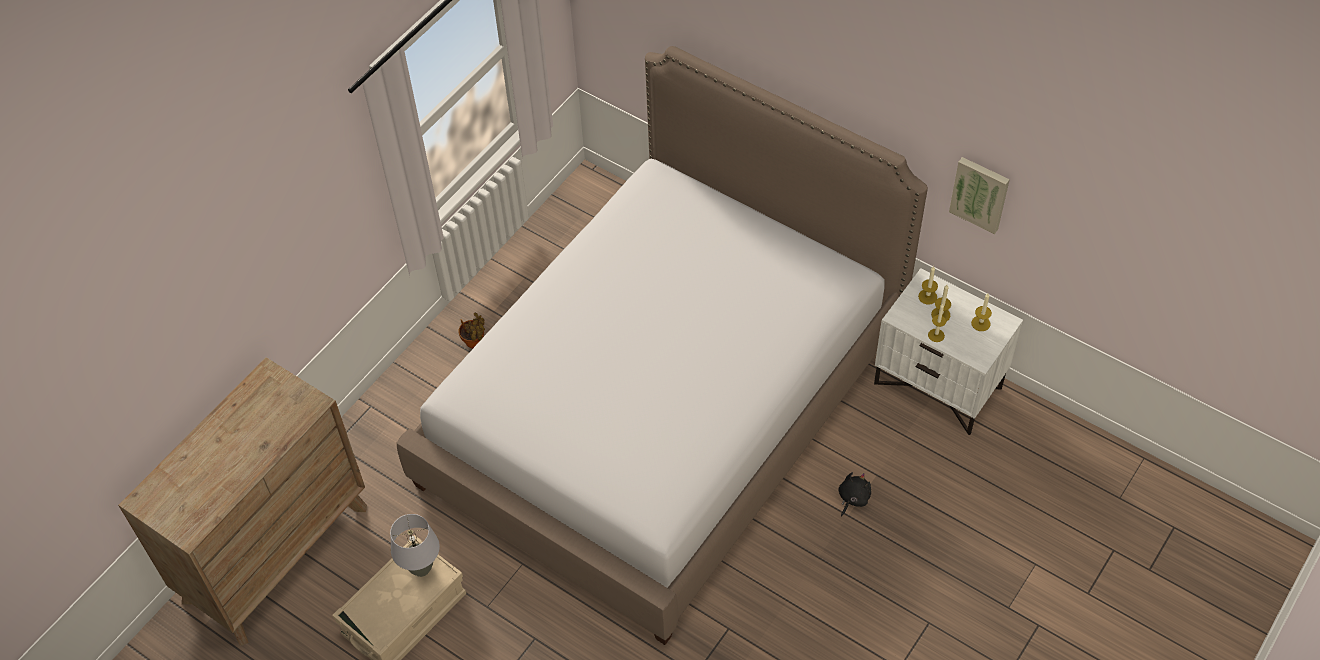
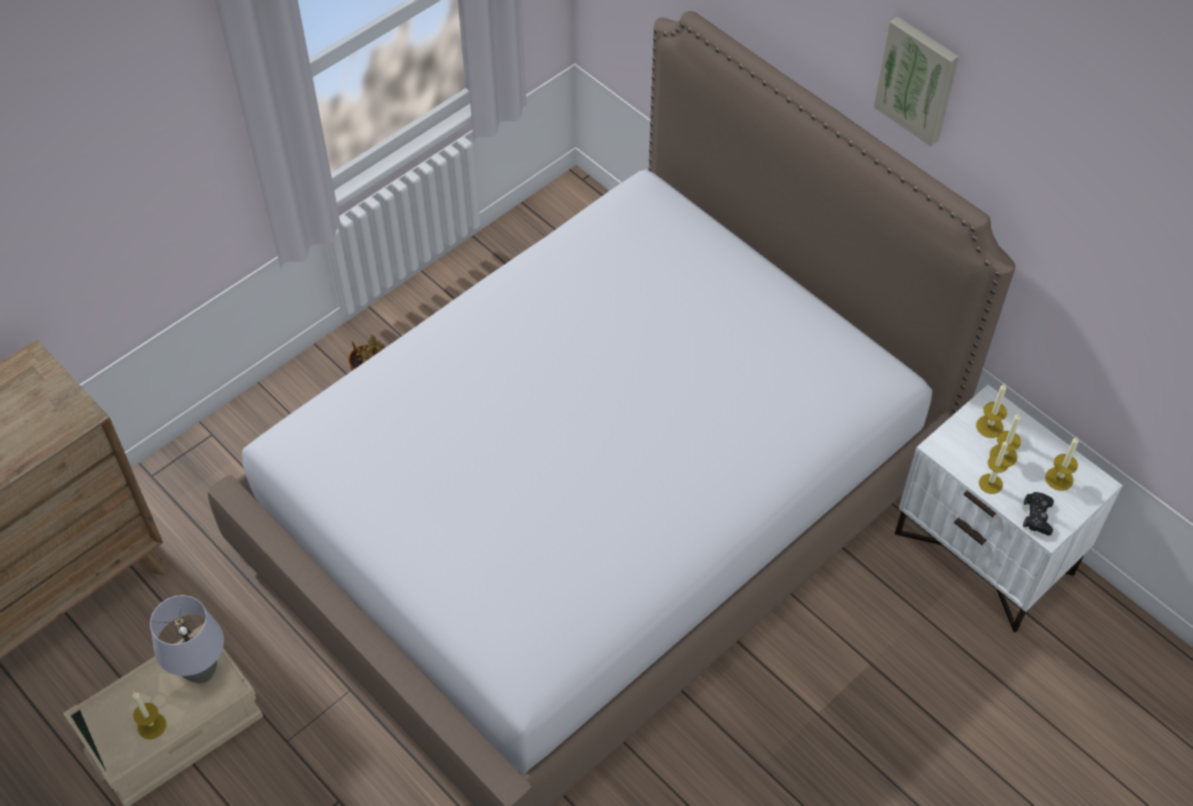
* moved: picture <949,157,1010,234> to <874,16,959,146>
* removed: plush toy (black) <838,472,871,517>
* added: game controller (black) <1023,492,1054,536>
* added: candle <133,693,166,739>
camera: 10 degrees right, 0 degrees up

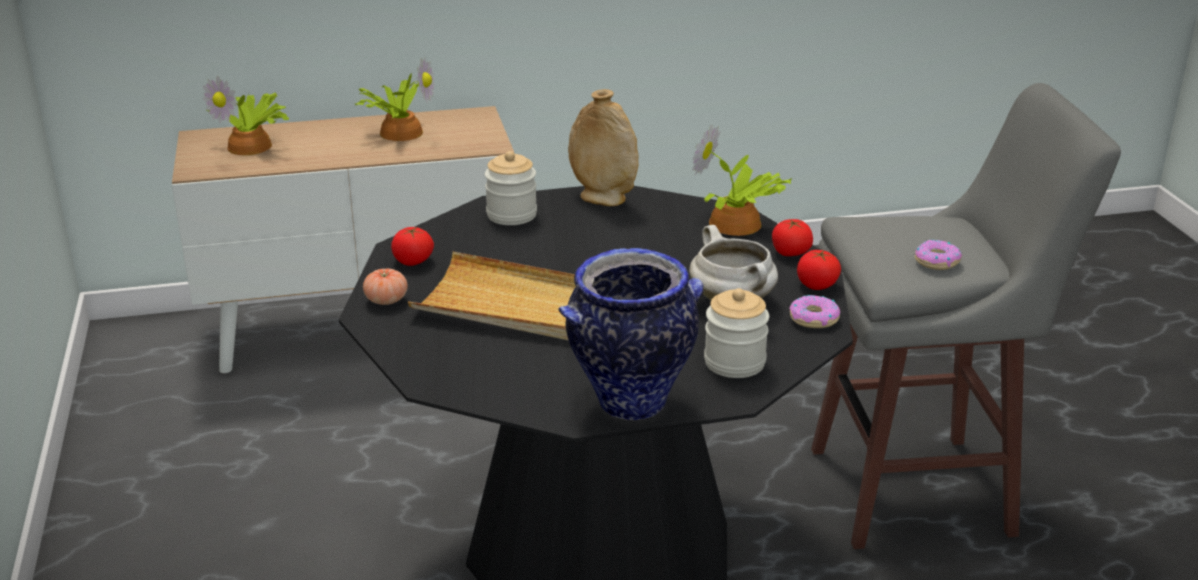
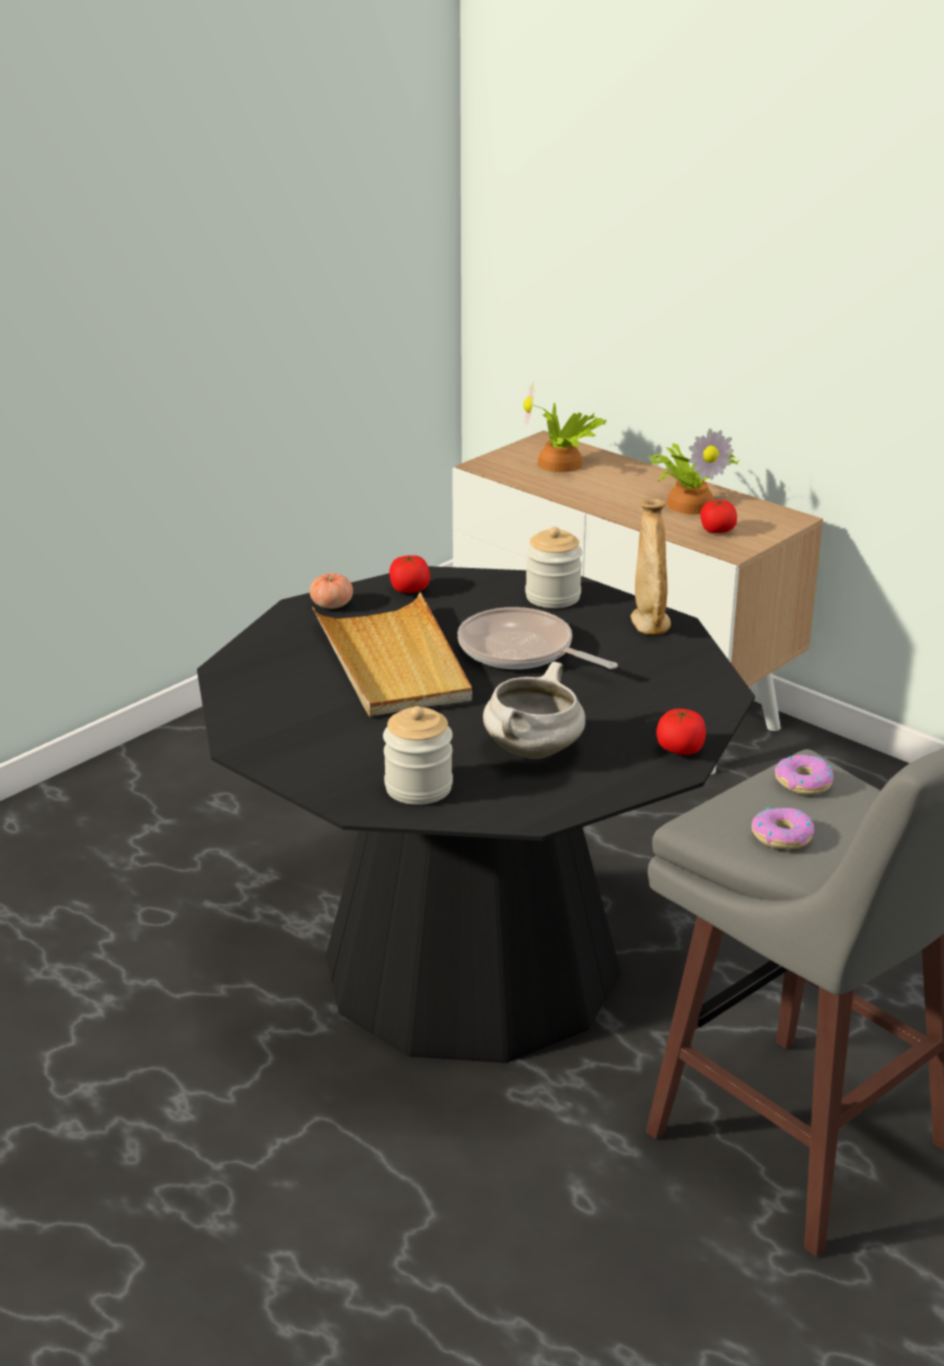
* removed: potted plant <692,124,792,236>
* removed: vase <558,248,704,420>
* moved: tomato <797,250,841,290> to <701,500,737,533>
* moved: donut <789,295,840,328> to <774,755,833,795>
* added: frying pan <458,607,617,669>
camera: 55 degrees right, 0 degrees up

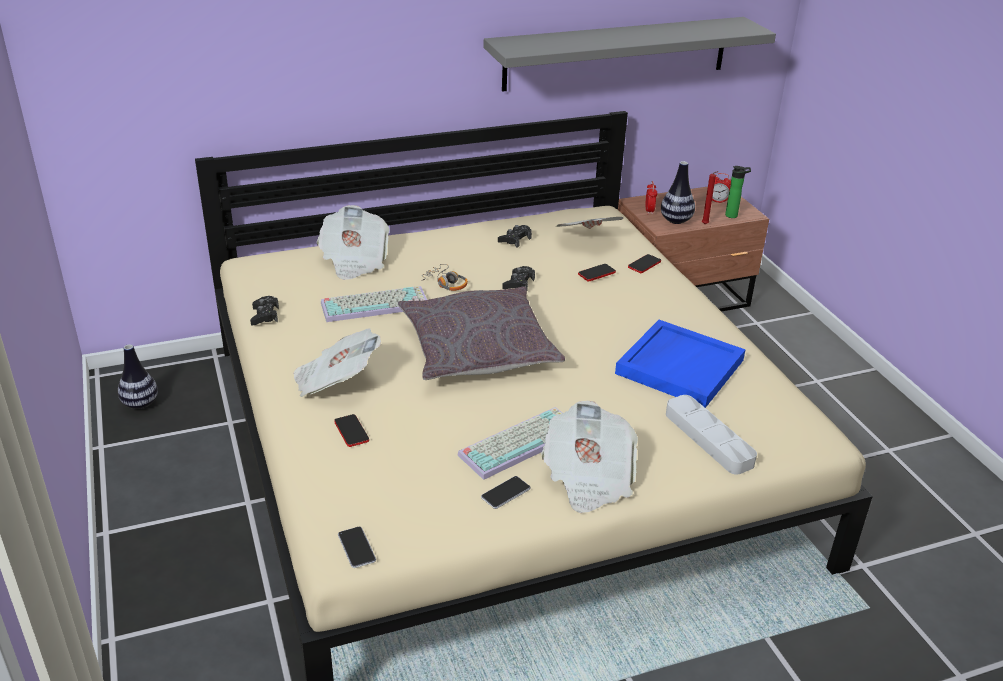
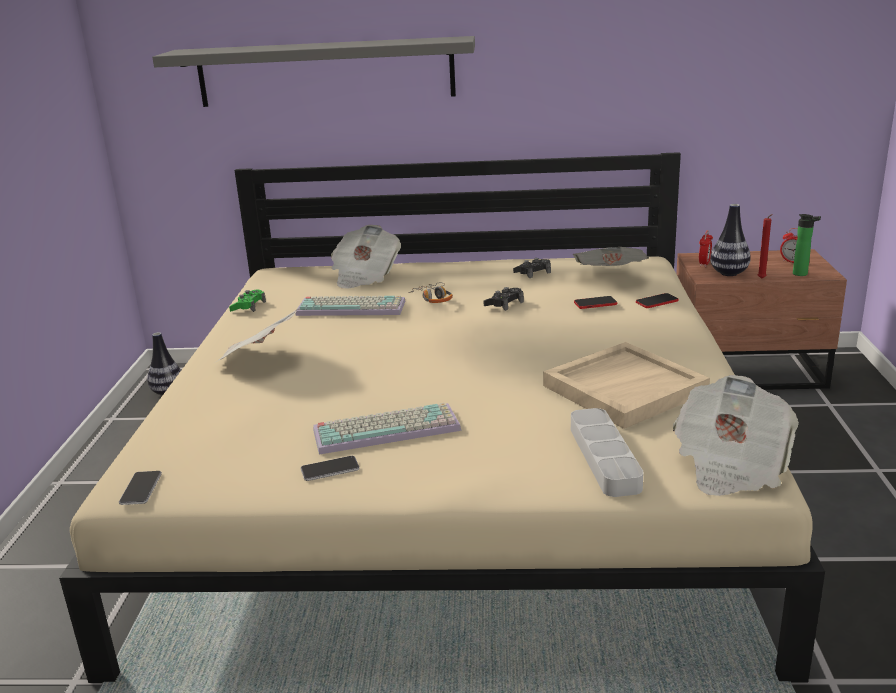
* moved: shelf (grey) <483,17,776,92> to <152,36,475,107>
* removed: pillow (grey) <398,286,565,380>
* recoloured: game controller (black) <250,296,279,326> to game controller (green) <229,290,266,312>
* recoloured: tray (blue) <615,320,746,408> to tray (beige) <543,342,710,429>
* moved: newspaper <542,401,638,513> to <673,375,799,496>
* removed: phone <334,414,369,447>
camera: 25 degrees right, 10 degrees down

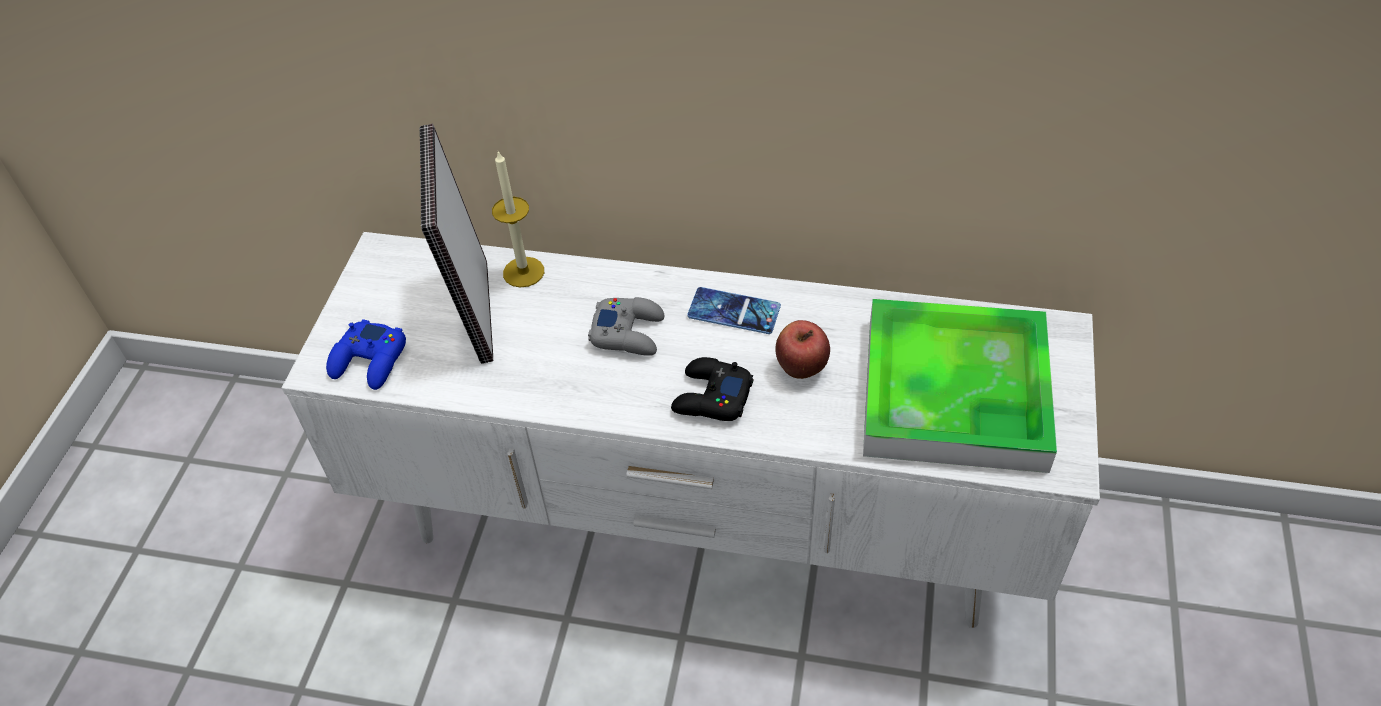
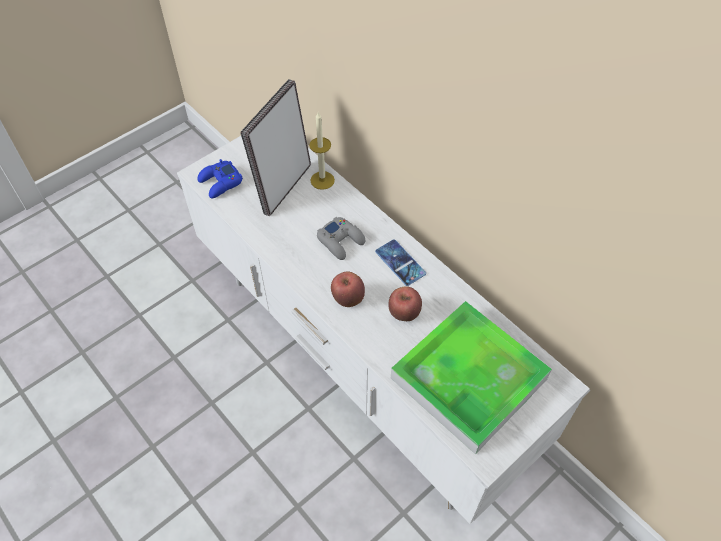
* replaced: game controller (black) <671,357,753,421> to apple <331,271,365,307>
camera: 35 degrees right, 5 degrees up

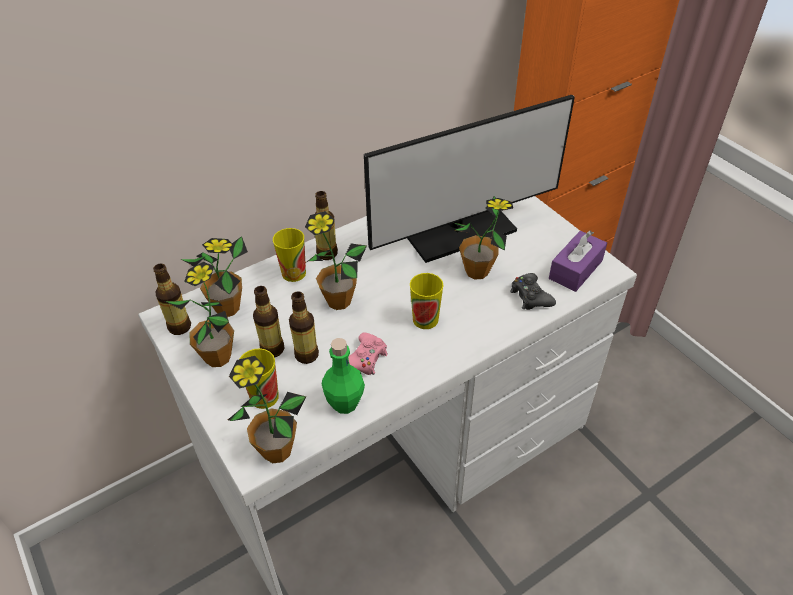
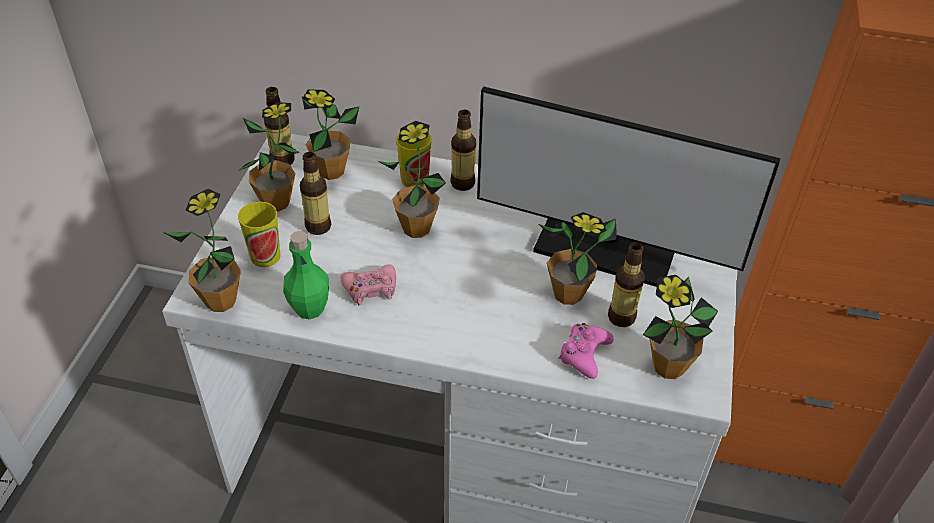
* replaced: tissue box (purple) <549,231,607,292> to potted plant <643,275,718,379>
* removed: cup <410,273,443,329>
* recoloured: game controller (black) <510,273,556,310> to game controller (pink) <559,323,614,379>
* moved: bottle <289,291,319,364> to <608,242,645,327>
camera: 45 degrees right, 0 degrees up

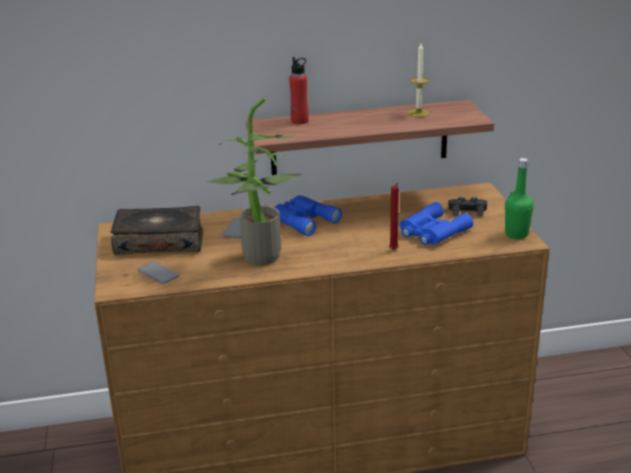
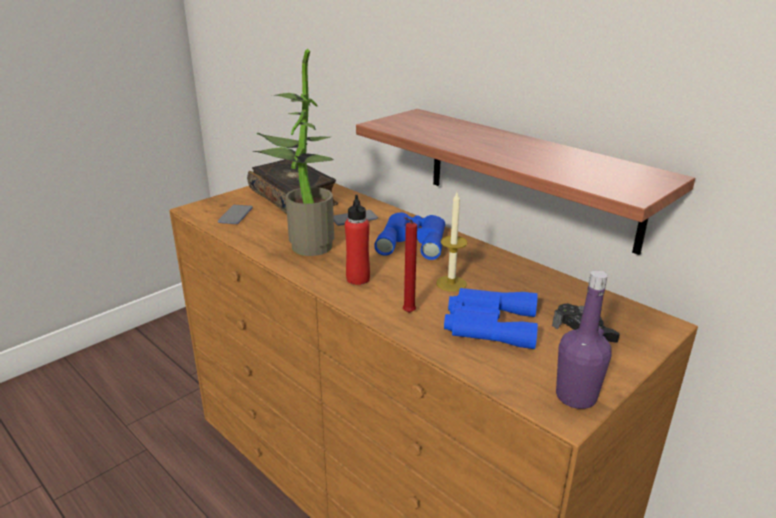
* moved: candle <408,43,430,117> to <436,192,467,292>
* moved: bottle (red) <289,57,309,124> to <345,195,370,285>
* recoloured: bottle (green) <505,158,534,239> to bottle (purple) <556,270,612,409>
camera: 55 degrees right, 0 degrees up

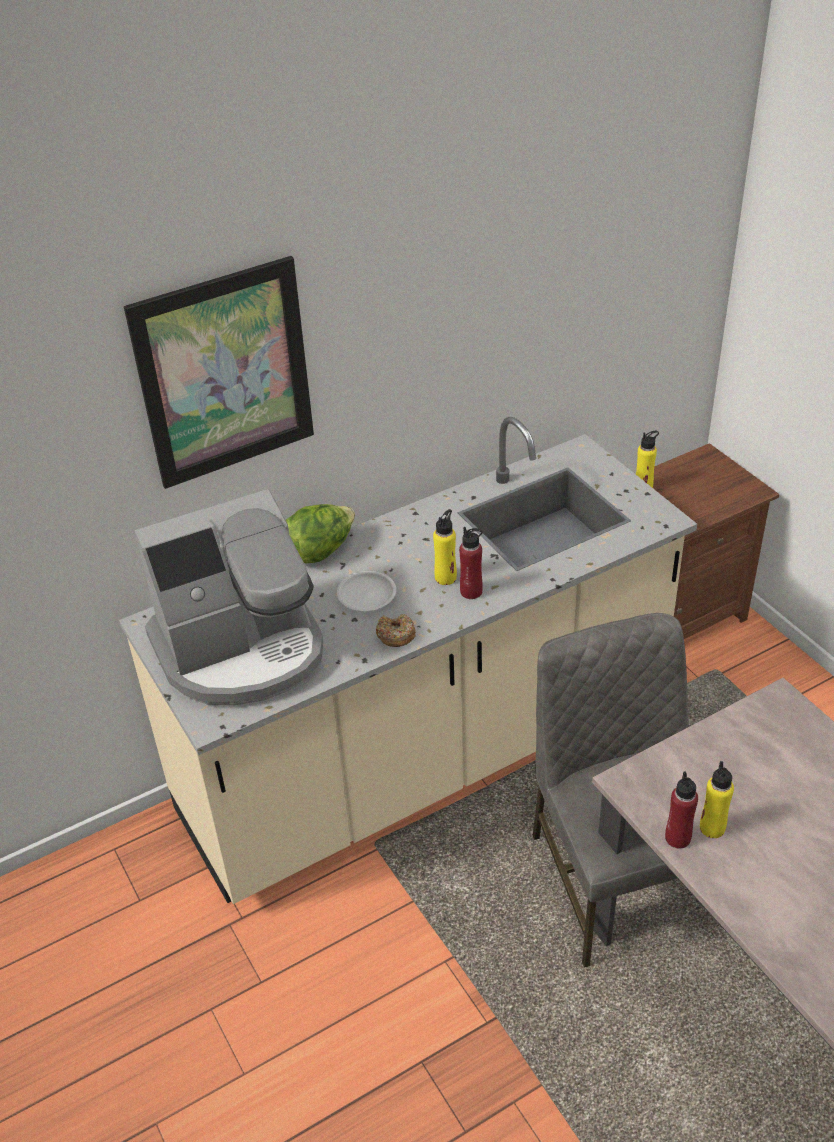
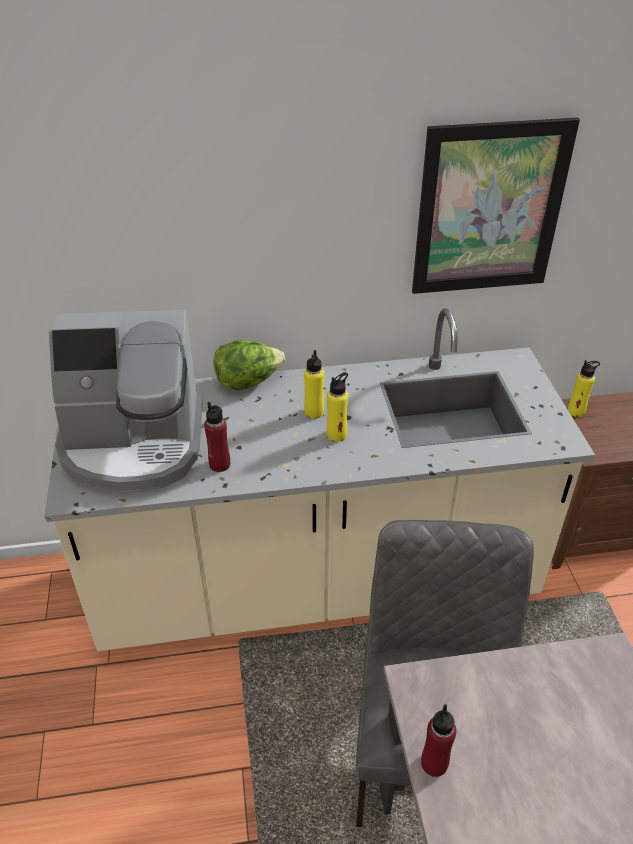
* moved: picture <124,256,314,489> to <412,118,580,294>
* moved: bottle (red) <459,527,483,599> to <204,402,230,472>
* removed: plate (white) <337,571,396,611>
* removed: donut <376,614,416,647>
* moved: bottle (yellow) <700,761,734,838> to <304,350,324,419>
camera: 20 degrees right, 0 degrees up

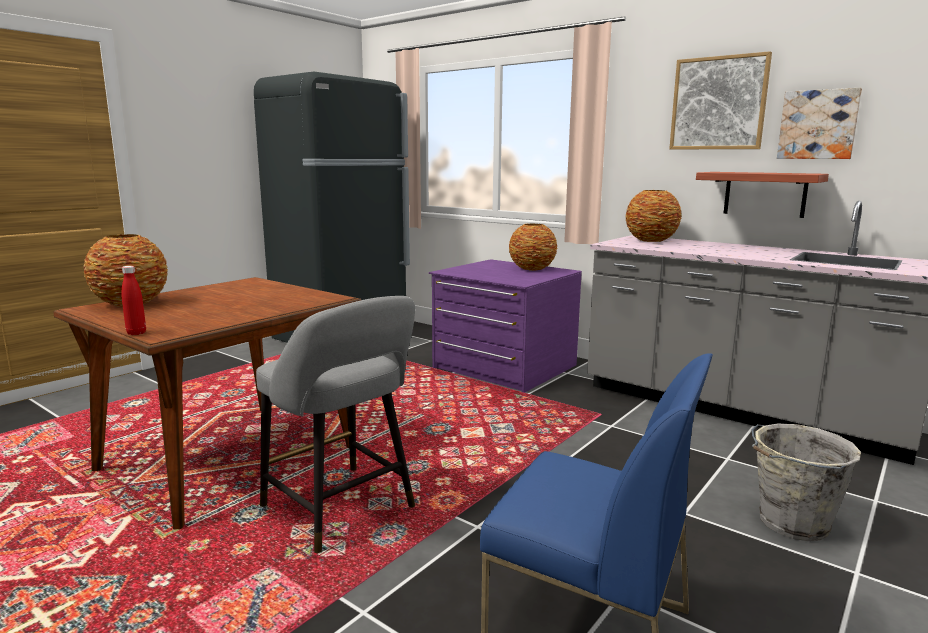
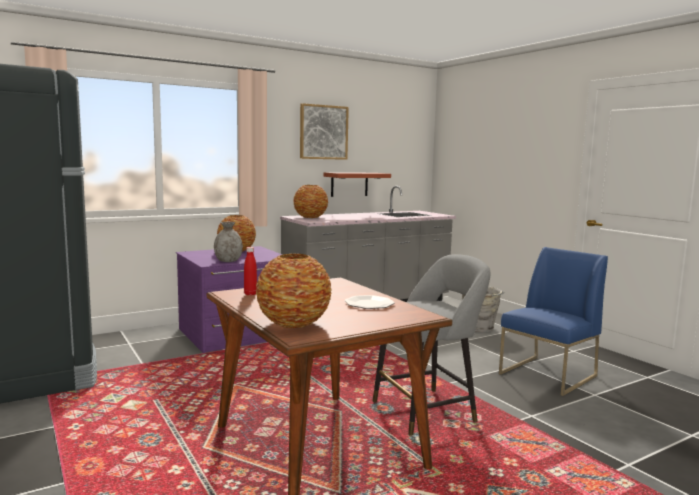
* removed: picture <777,88,862,159>
* moved: bottle (red) <122,266,146,335> to <244,247,257,295>
* added: vase (grey) <214,222,243,262>
* added: plate <344,295,395,309>
camera: 70 degrees left, 5 degrees down

